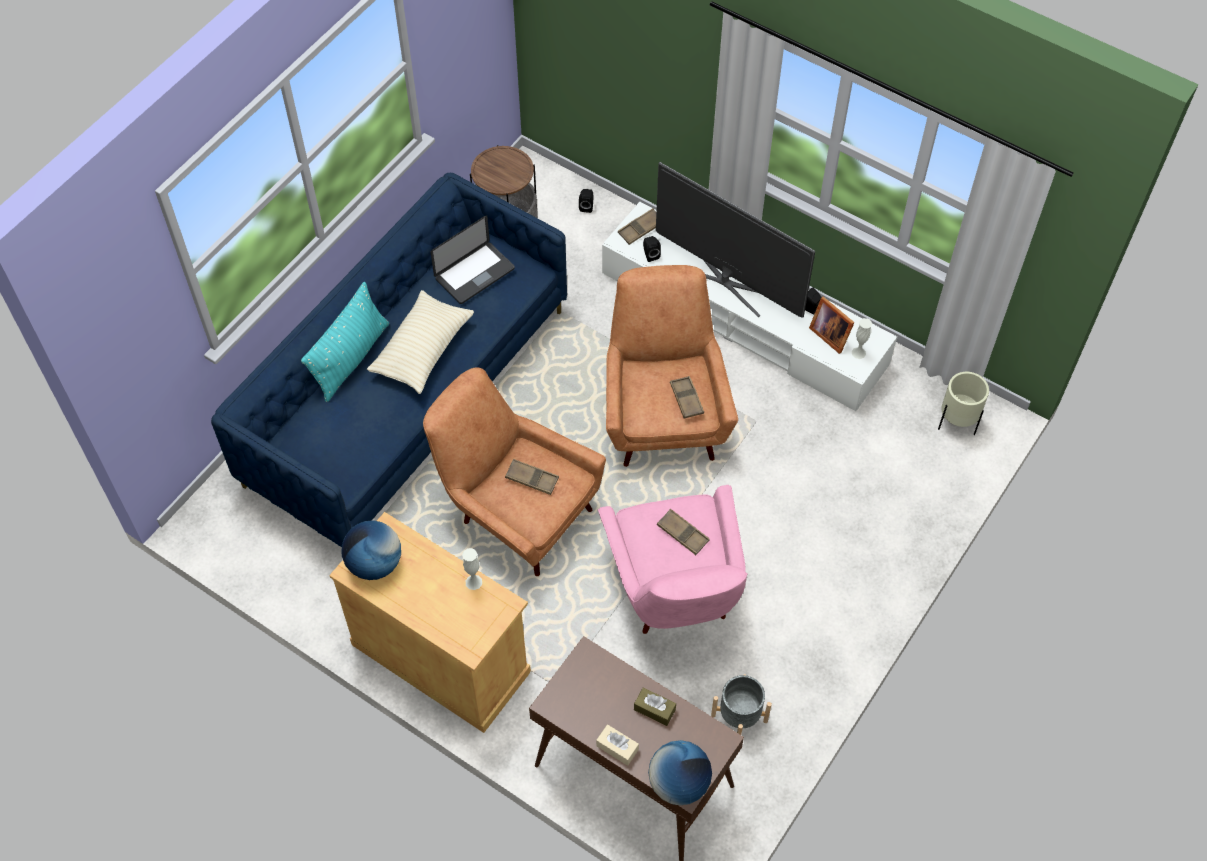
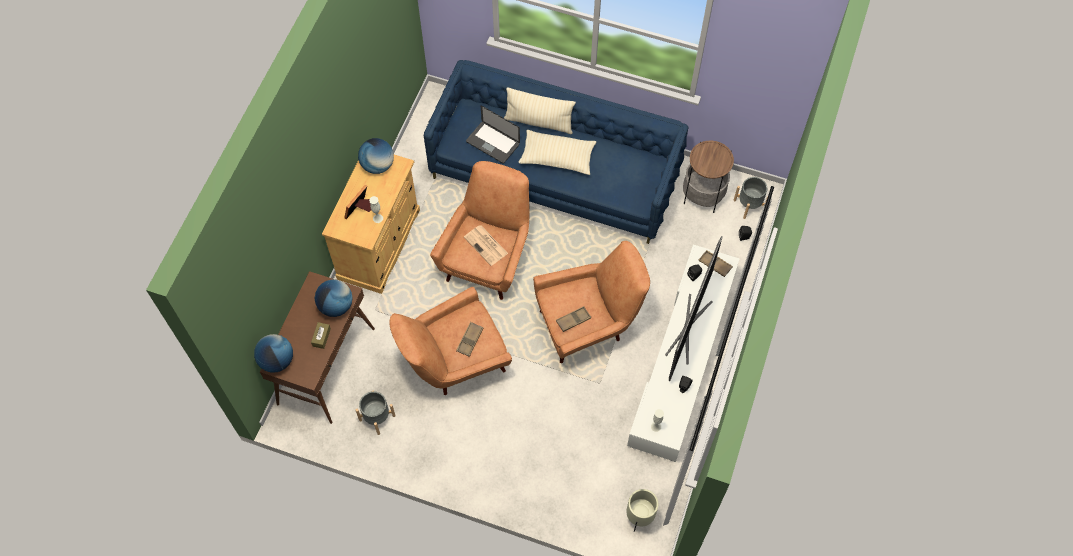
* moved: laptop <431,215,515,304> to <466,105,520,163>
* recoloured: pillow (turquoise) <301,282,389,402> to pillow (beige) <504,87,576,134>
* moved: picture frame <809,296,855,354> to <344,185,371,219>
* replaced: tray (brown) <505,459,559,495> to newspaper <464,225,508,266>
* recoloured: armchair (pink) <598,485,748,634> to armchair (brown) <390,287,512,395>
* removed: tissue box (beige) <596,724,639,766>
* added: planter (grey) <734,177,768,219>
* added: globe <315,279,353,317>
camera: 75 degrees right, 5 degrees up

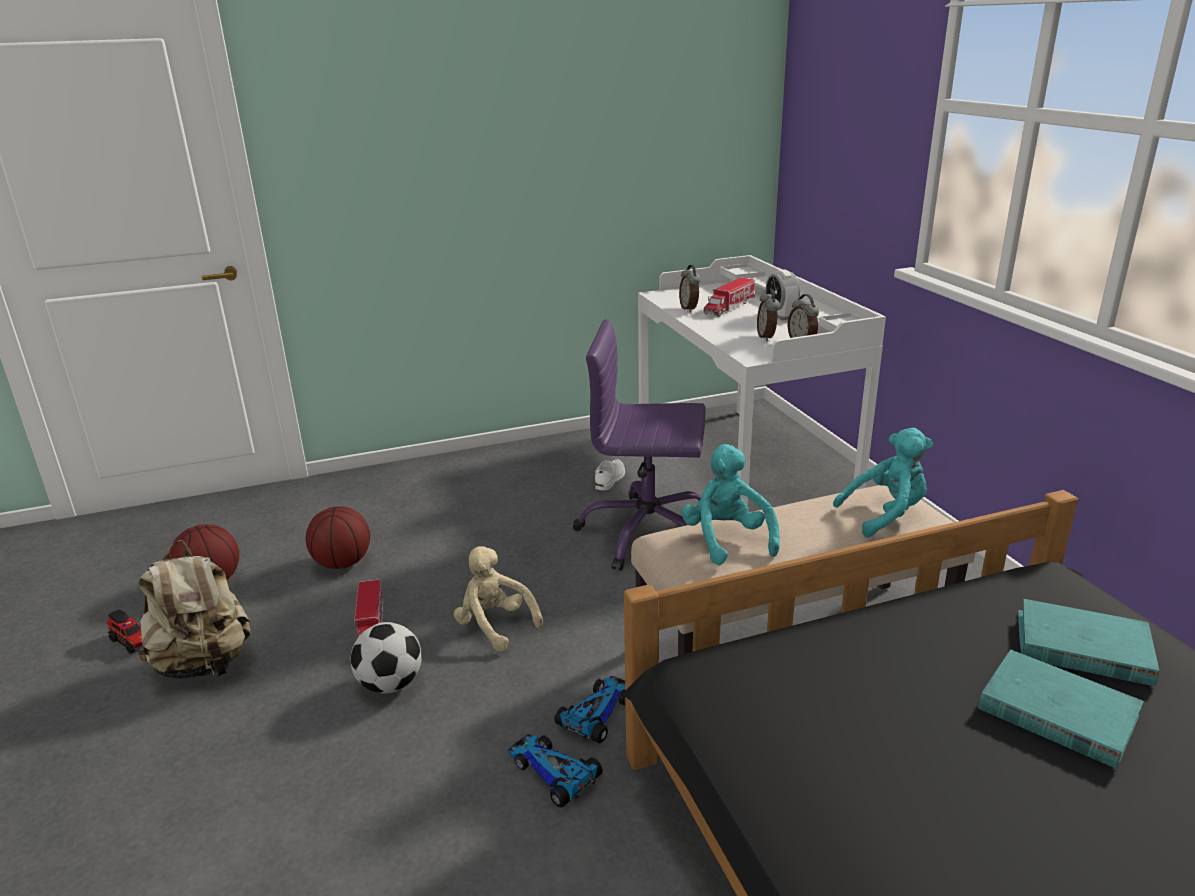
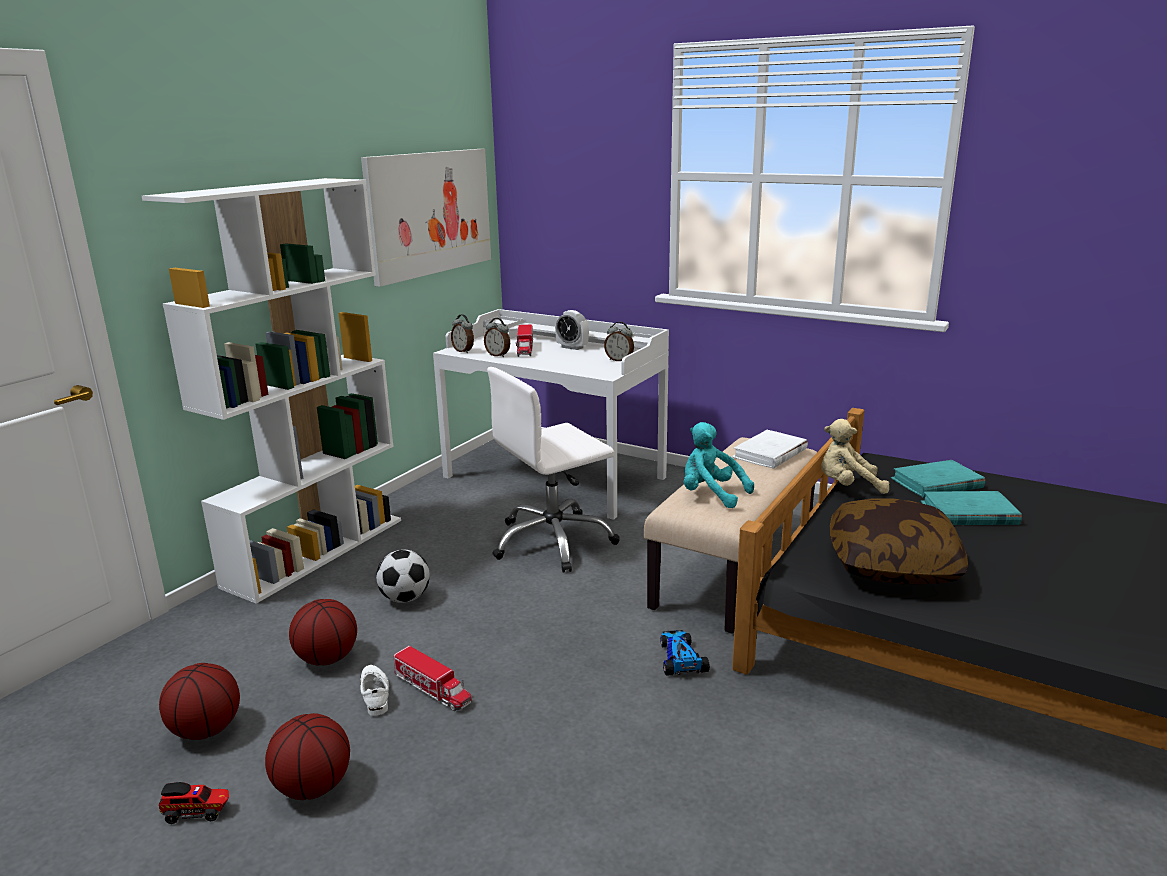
* moved: alarm clock <757,289,780,341> to <451,314,474,354>
* recoloured: office chair (purple) <572,319,705,571> to office chair (white) <487,367,620,573>
* replaced: plush toy (turquoise) <833,428,933,537> to book (white) <732,430,808,469>
* moved: shoe (white) <595,460,625,490> to <360,665,389,716>
* replaced: backpack (beige) <138,540,251,679> to basketball <265,713,350,800>
* moved: plush toy (beige) <454,546,543,652> to <821,419,889,494>
* moved: football <351,622,422,693> to <376,550,430,603>
* removed: toy car <508,734,603,808>
* added: picture <361,149,491,287>
* added: bookcase (white) <142,178,401,604>
* added: pillow <830,498,968,584>
camera: 40 degrees left, 5 degrees down

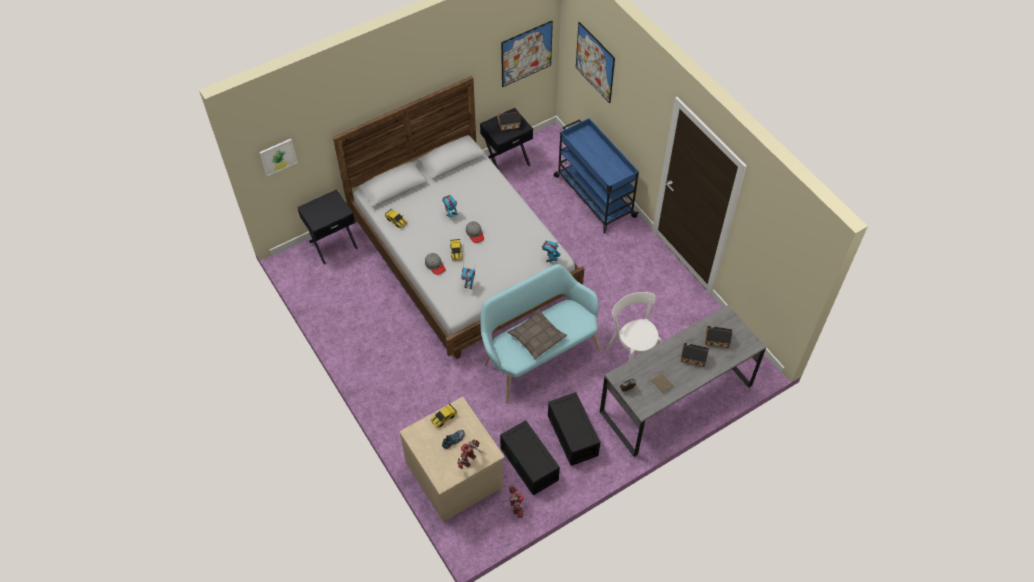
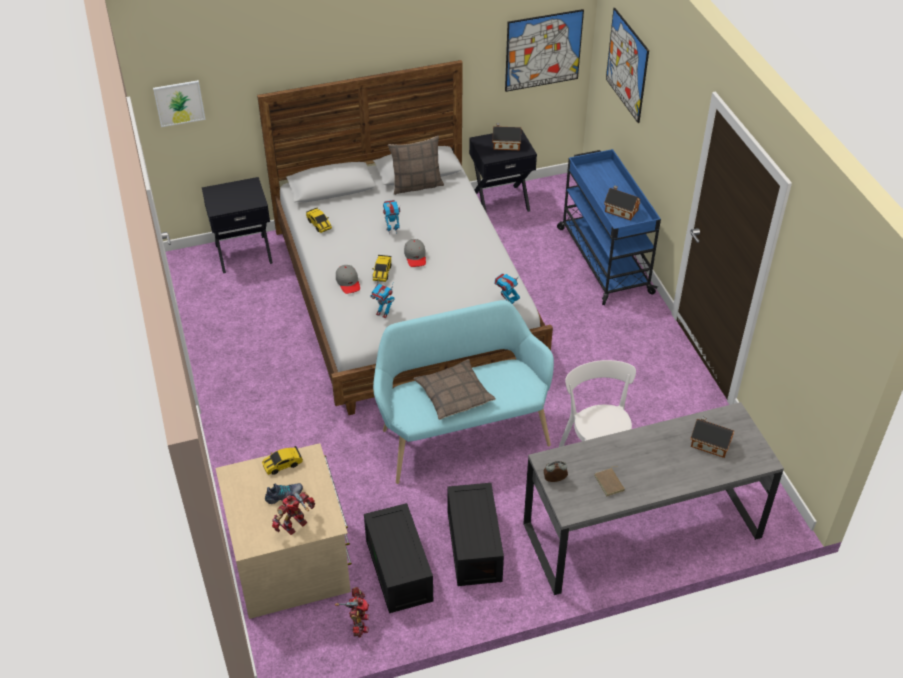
* moved: toy house <681,342,709,367> to <604,186,641,221>
* added: pillow <388,136,444,195>
camera: 15 degrees right, 10 degrees down

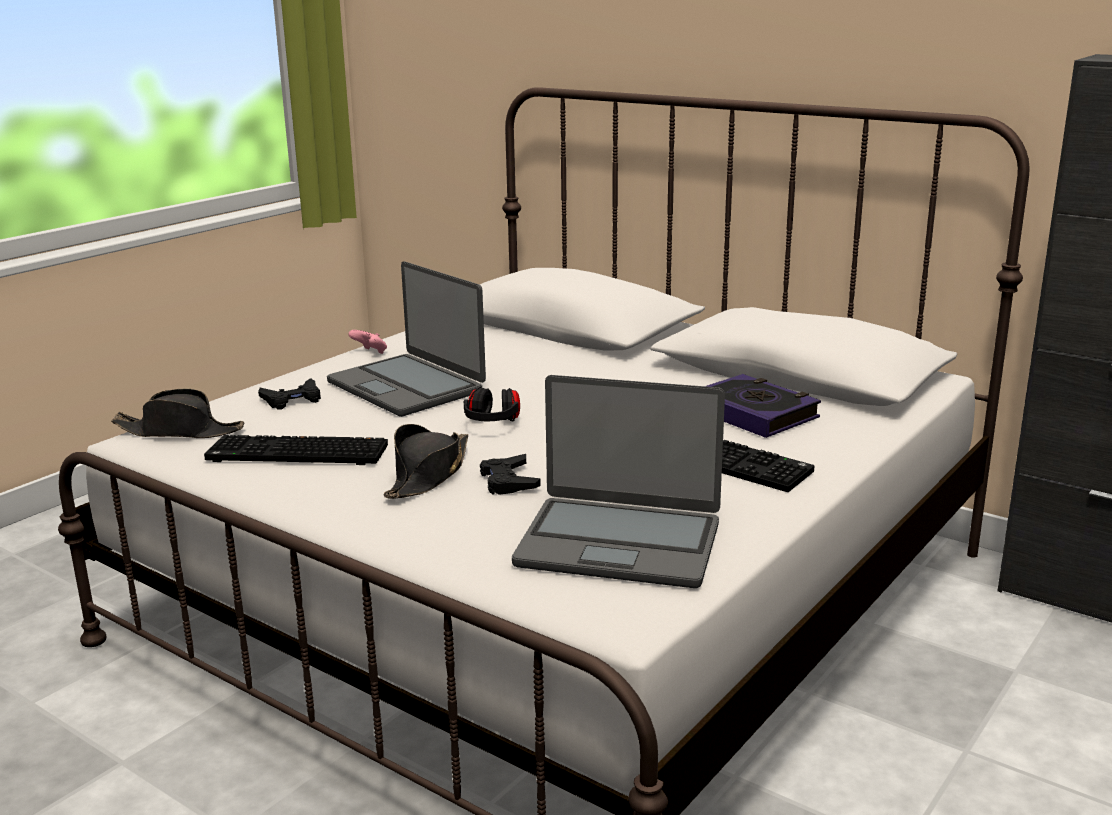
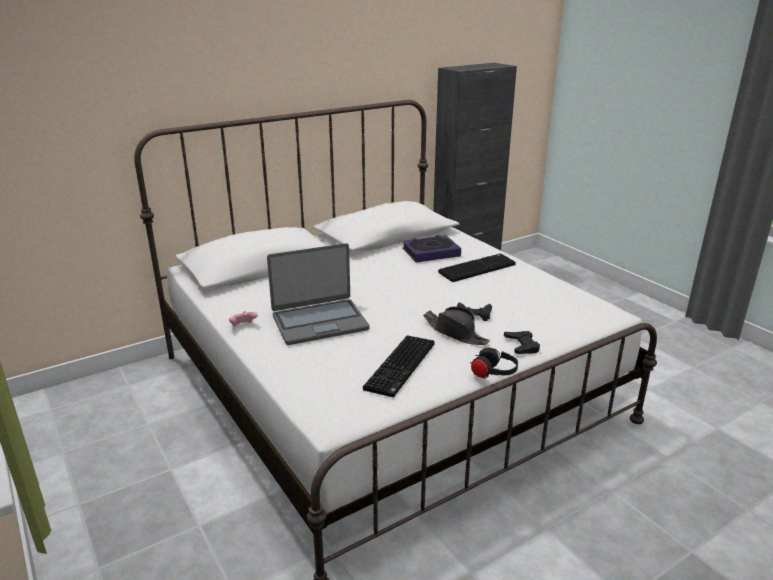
* removed: laptop <512,375,725,588>
* moved: game controller (black) <258,378,321,410> to <504,331,540,354>
* moved: headphones (black) <464,387,520,422> to <470,348,518,379>
* removed: hat (black) <111,388,244,438>
camera: 70 degrees left, 5 degrees up

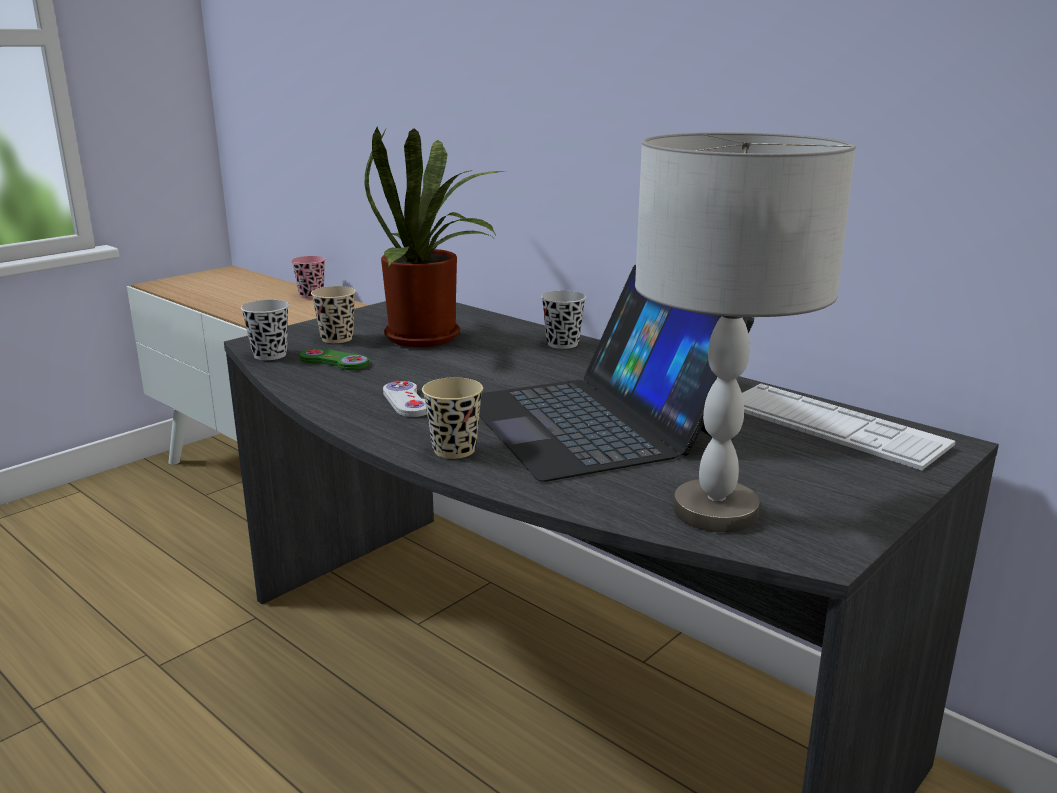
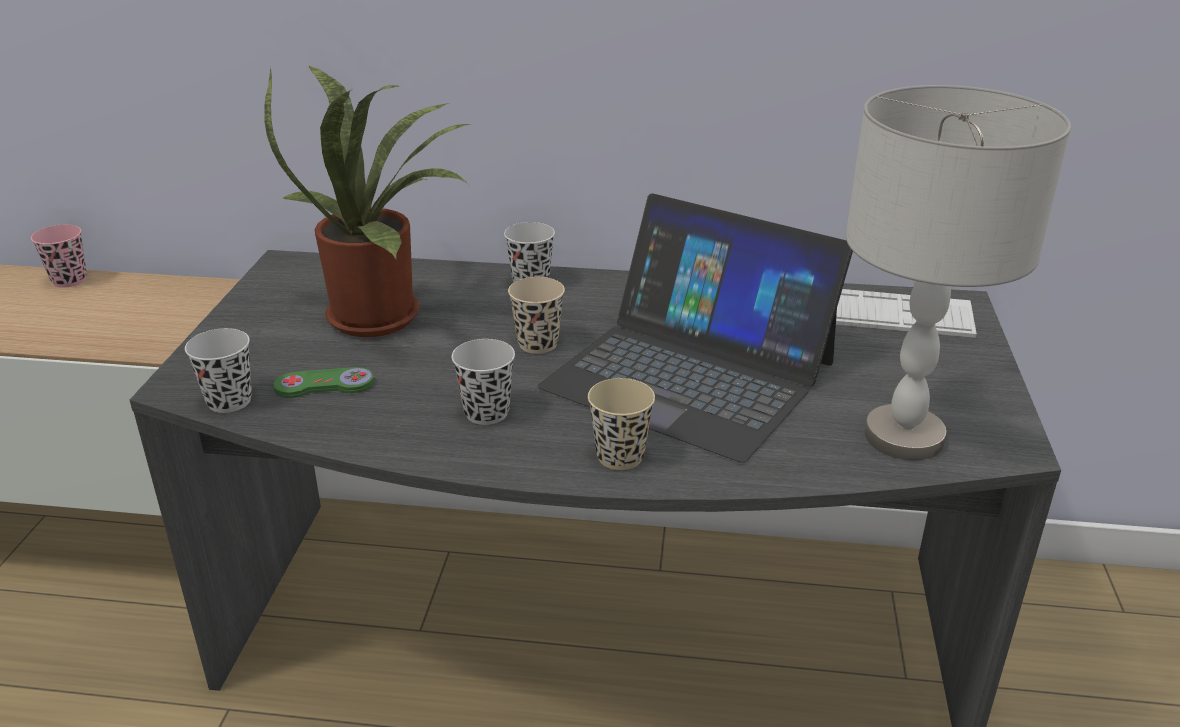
* moved: cup (beige) <311,286,356,343> to <508,277,565,354>
* replaced: game controller (white) <383,381,427,417> to cup (black) <452,339,515,425>
camera: 35 degrees left, 10 degrees up

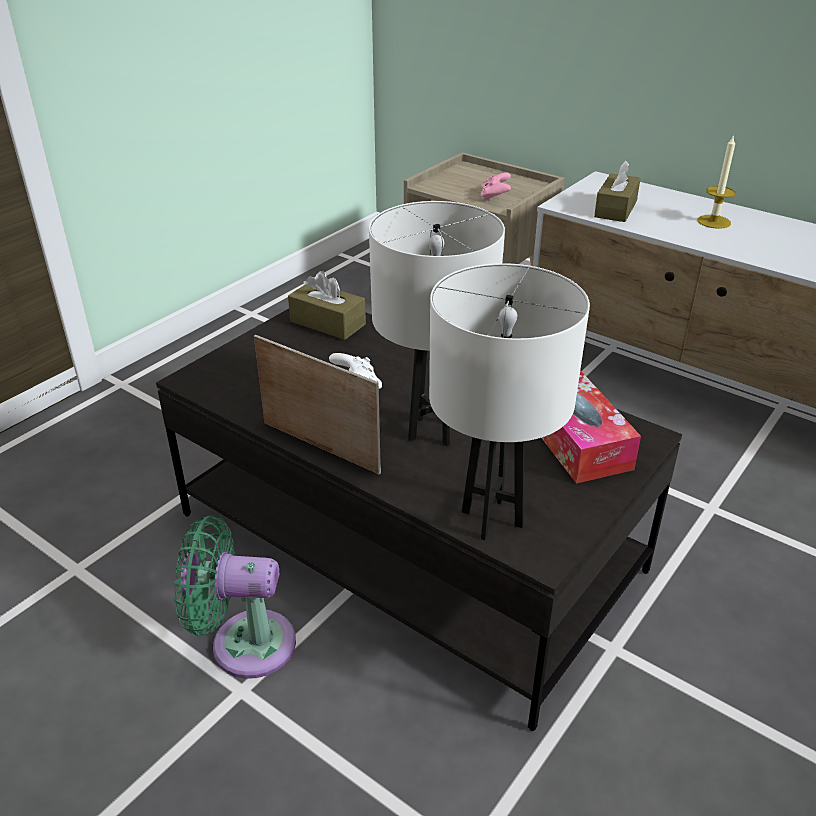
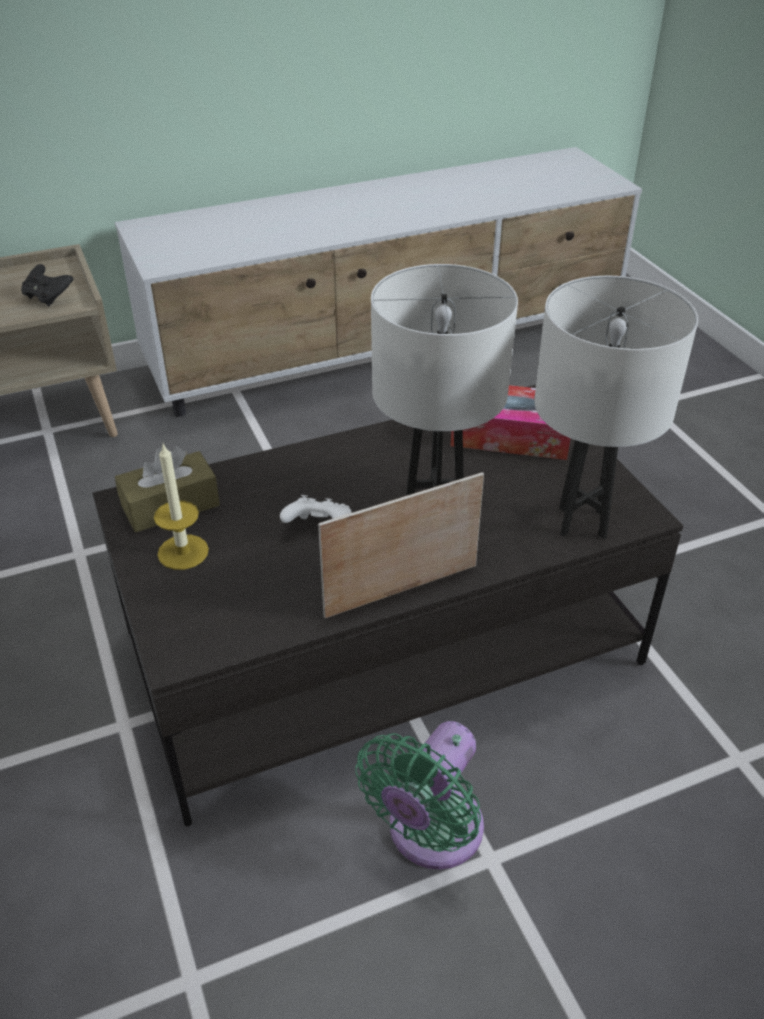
* moved: candle <698,134,736,229> to <154,444,209,570>
* removed: tissue box (brown) <594,161,641,222>
* recoloured: game controller (pink) <481,172,511,201> to game controller (black) <21,264,73,307>
camera: 60 degrees left, 5 degrees up

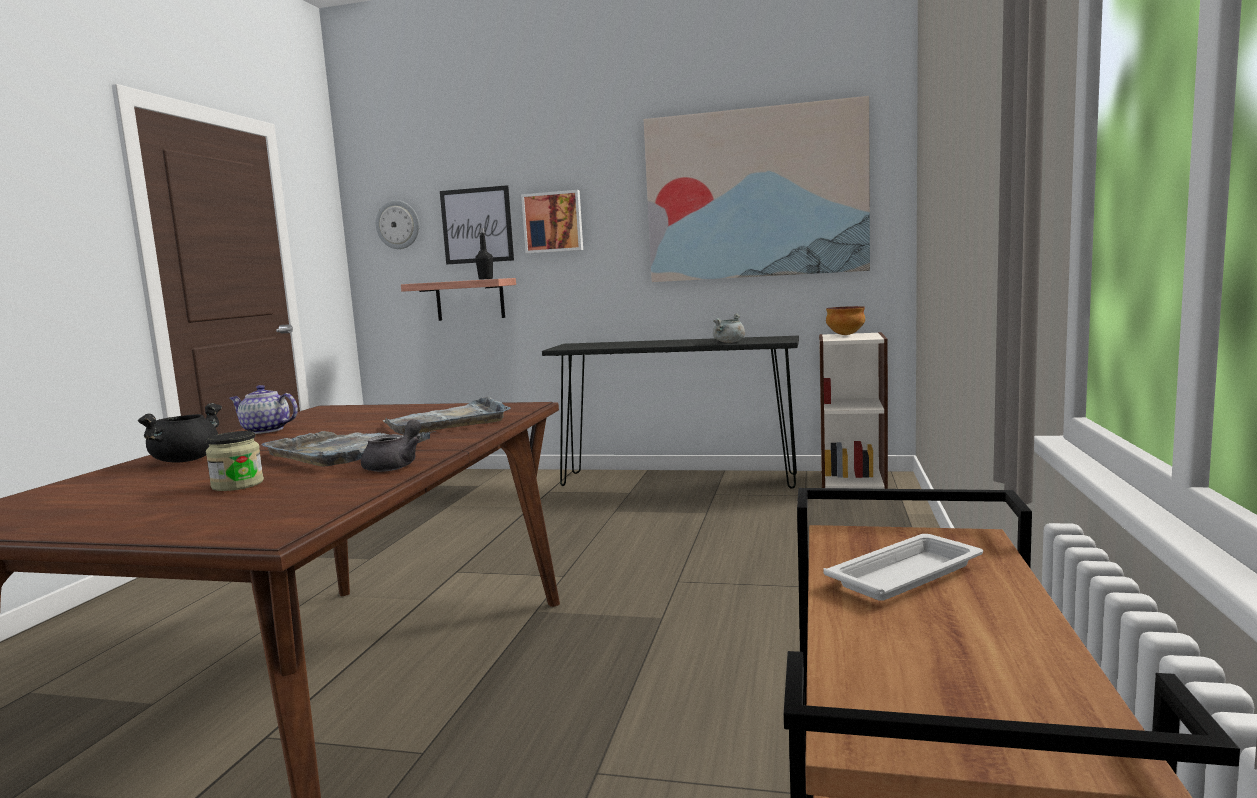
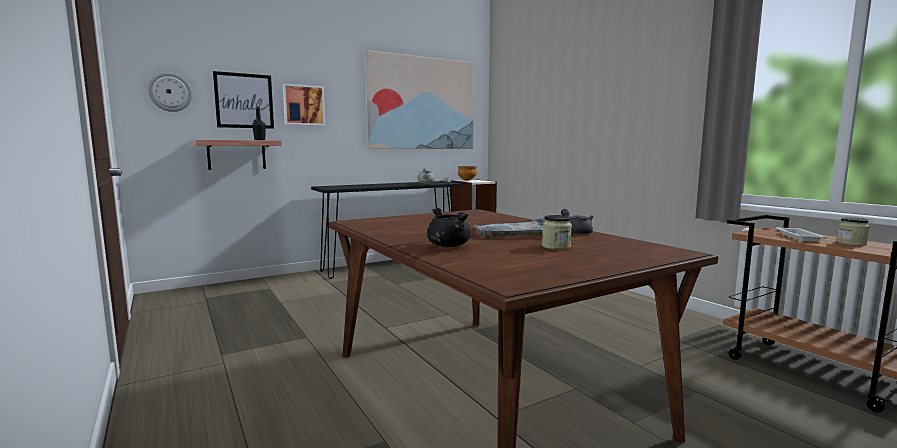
* removed: teapot <229,385,298,434>
* removed: tray (grey) <383,397,511,435>
* added: jar <837,217,870,246>
camera: 45 degrees left, 0 degrees up

